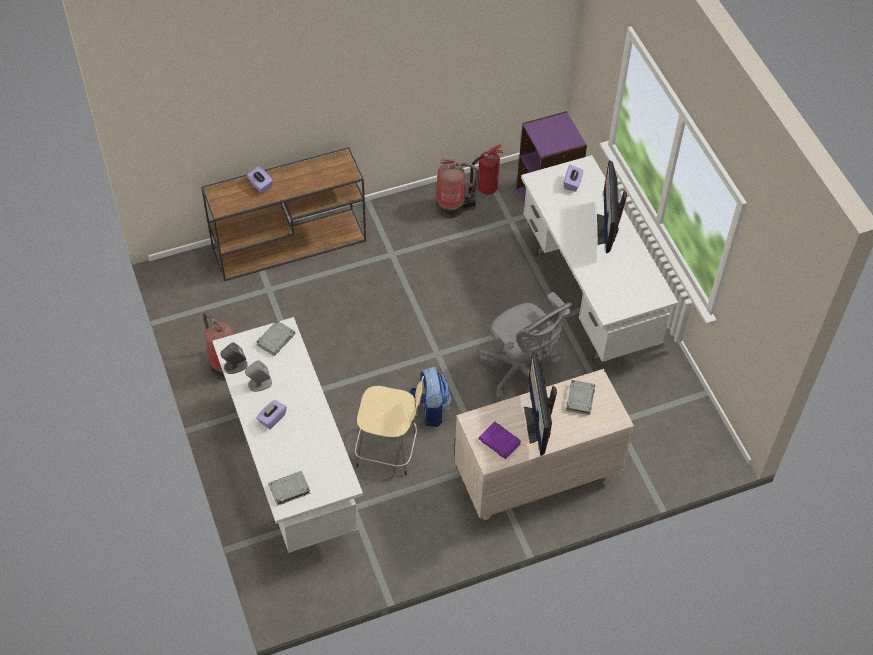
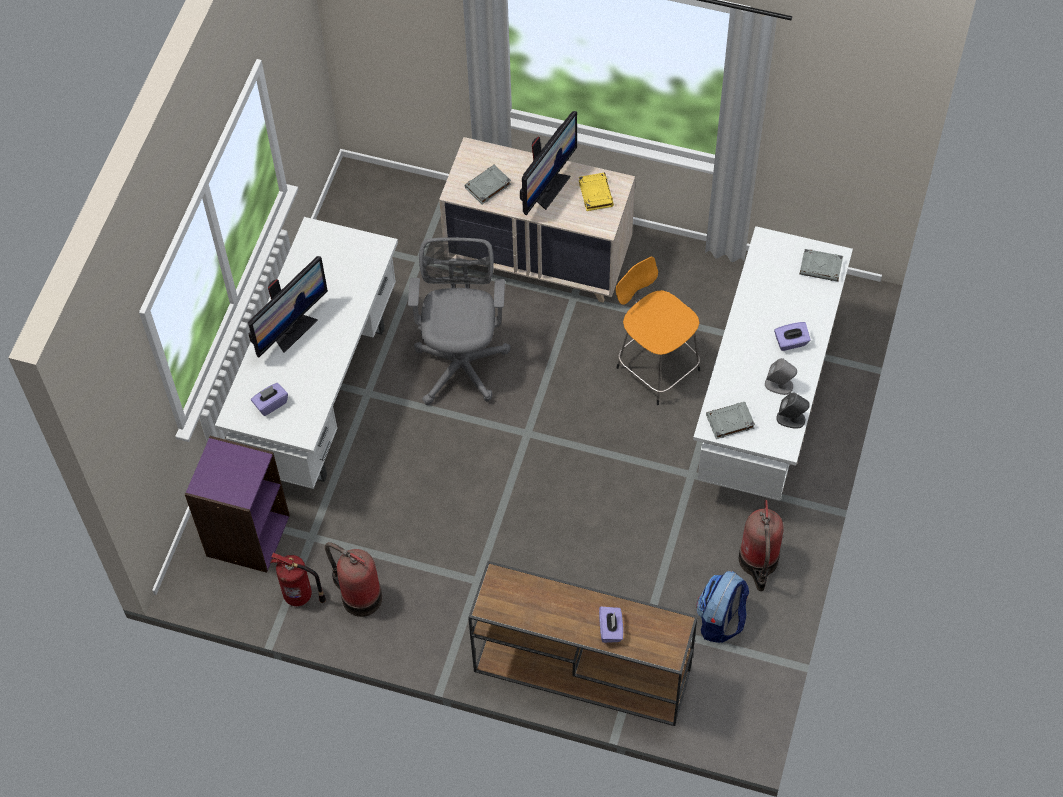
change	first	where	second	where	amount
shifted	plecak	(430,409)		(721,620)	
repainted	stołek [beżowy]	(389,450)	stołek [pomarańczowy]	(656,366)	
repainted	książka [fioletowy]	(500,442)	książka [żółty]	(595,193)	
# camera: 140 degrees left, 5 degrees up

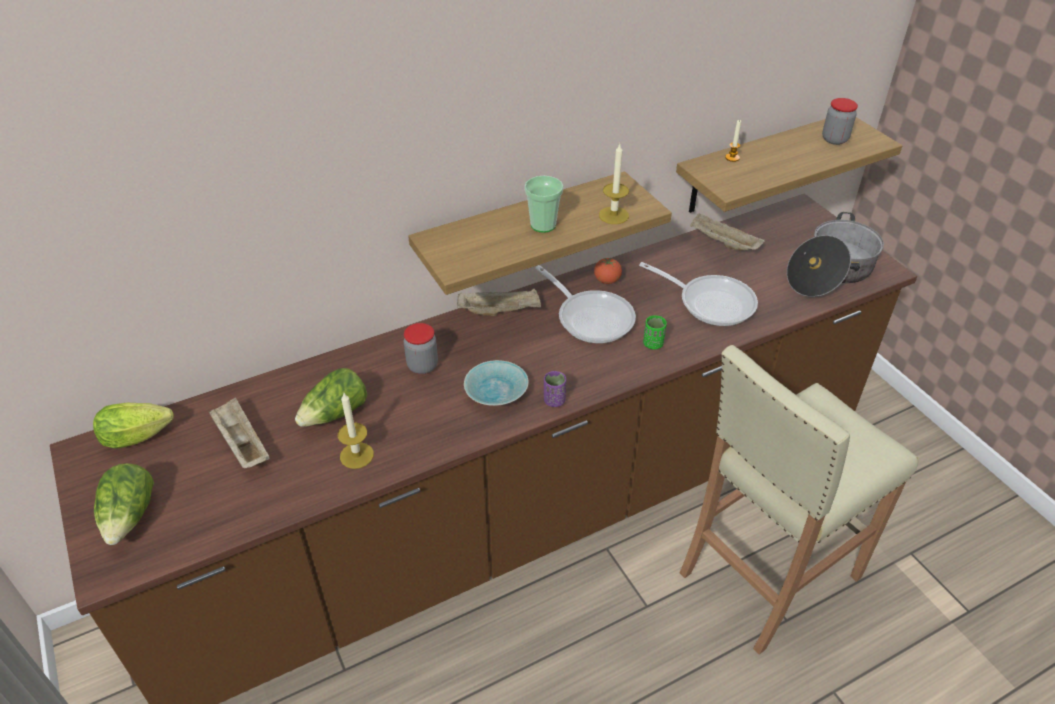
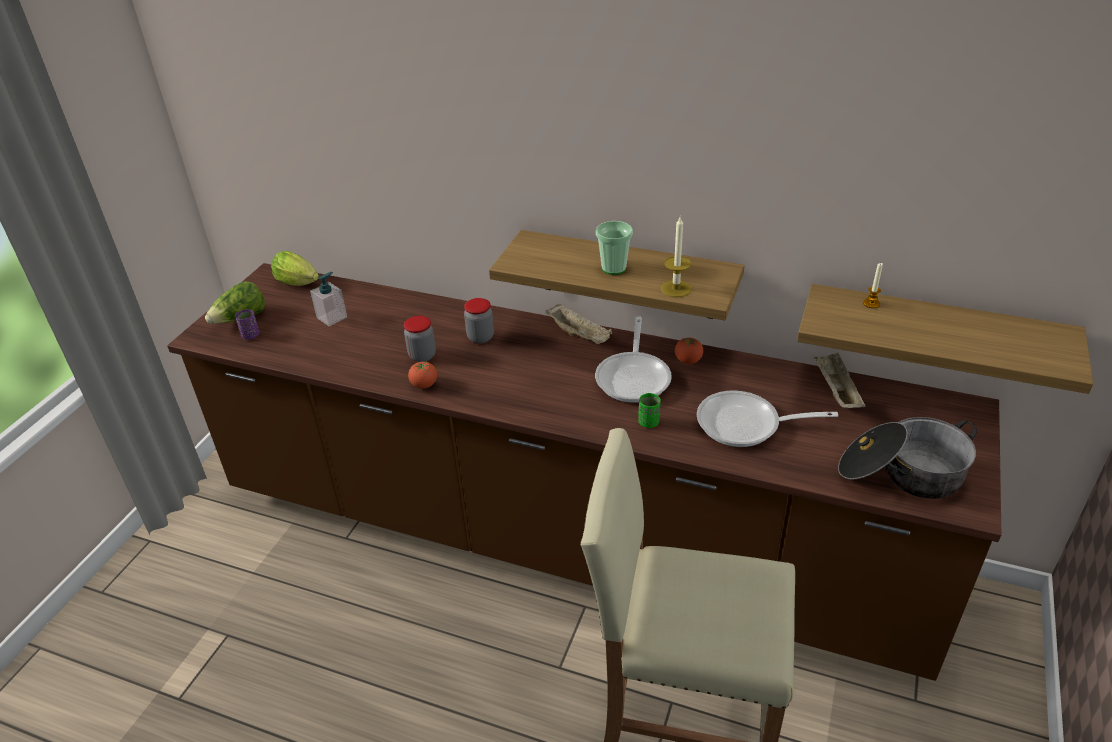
change	first	where	second	where	amount
gone	sałata	(335,414)			
gone	świeca	(356,455)			
gone	miska [turkusowy]	(494,393)			
new			pomidor	(424,385)	
shifted	filiżanka [fioletowy]	(554,400)		(250,335)	
shifted	słoik	(834,139)		(422,356)	
swapped	taca [beżowy]	(242,444)	dozownik mydła	(332,317)	
rotated	patelnia	(710,302)		(746,425)	105 degrees clockwise
# camera: 50 degrees right, 5 degrees down

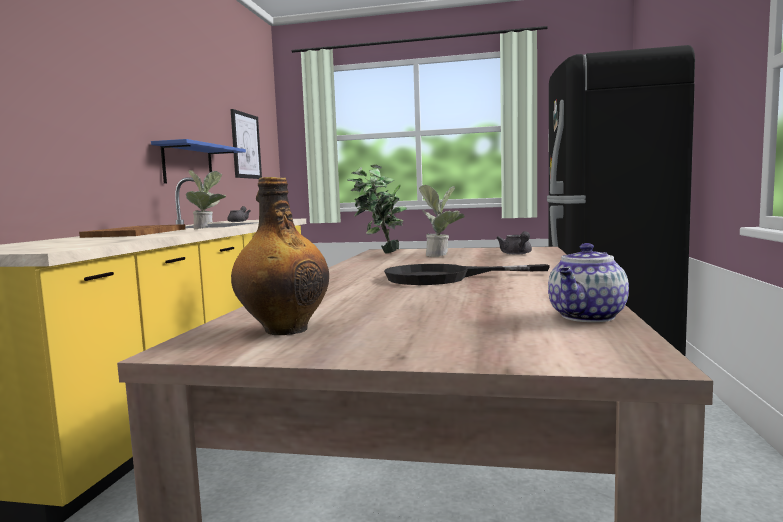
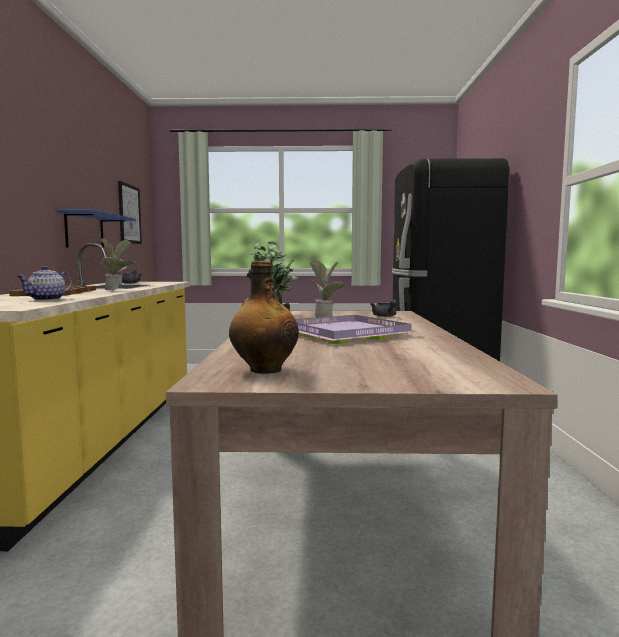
change	first	where	second	where	amount
shifted	imbryk	(587,317)		(46,299)	
swapped	patelnia [czarny]	(443,277)	taca [fioletowy]	(345,334)	
# camera: 10 degrees left, 0 degrees up

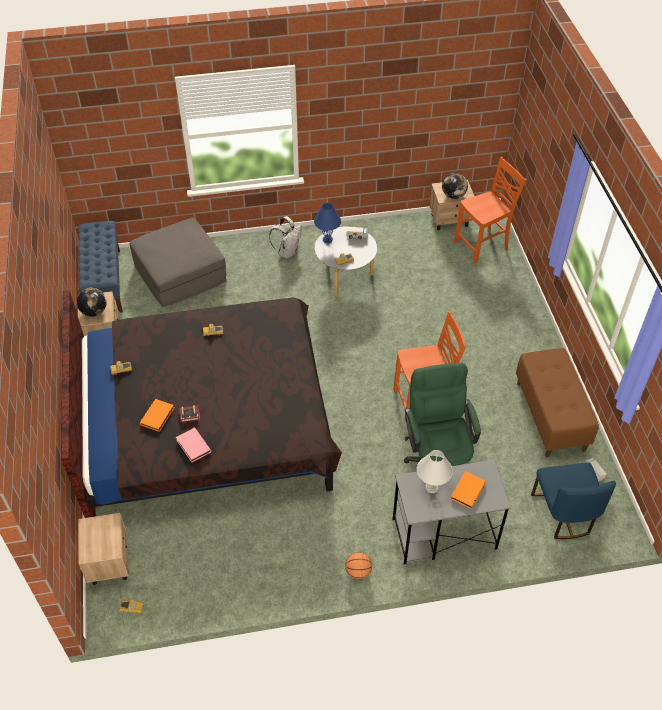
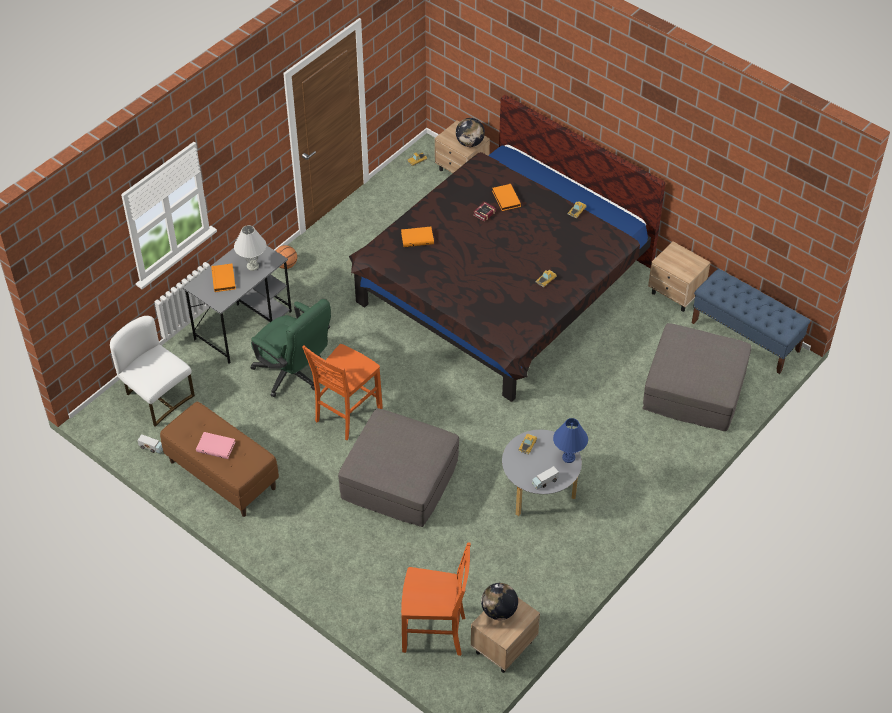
change	first	where	second	where	amount
gone	plecak [biały]	(287,252)			
new			pufa [szary]	(400,479)	
new			książka [pomarańczowy]	(417,238)	
shifted	globus	(94,311)		(470,143)	
shifted	książka [różowy]	(192,446)		(216,446)	
repainted	krzesło [niebieski]	(563,513)	krzesło [biały]	(157,397)	
rotated	krzesło [pomarańczowy]	(482,246)		(435,633)	105 degrees counterclockwise
# camera: 140 degrees right, 0 degrees up

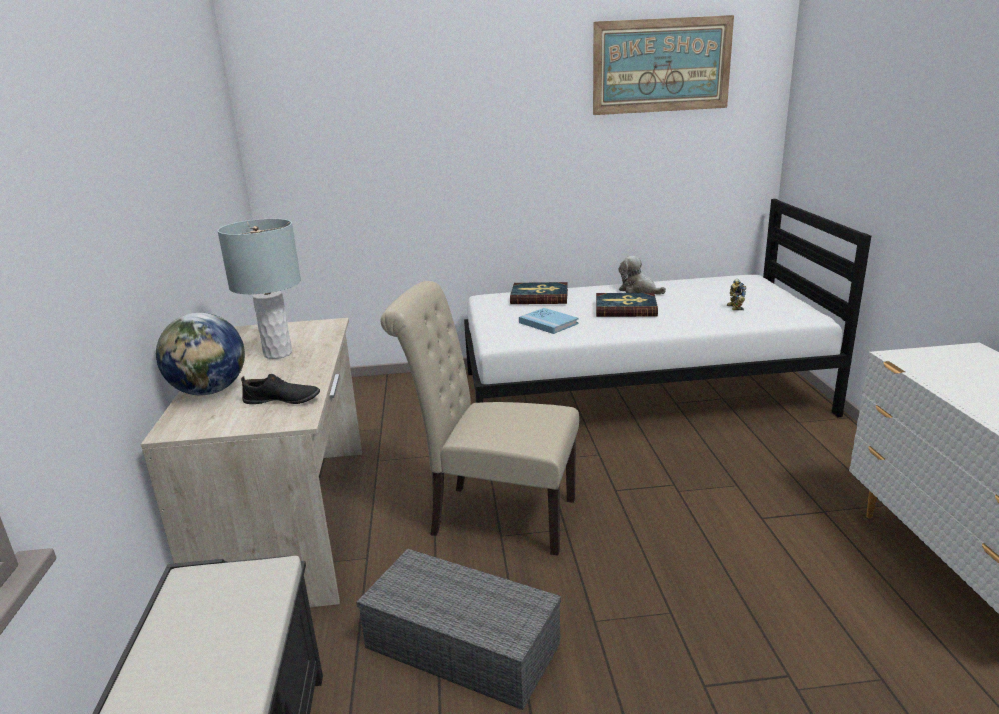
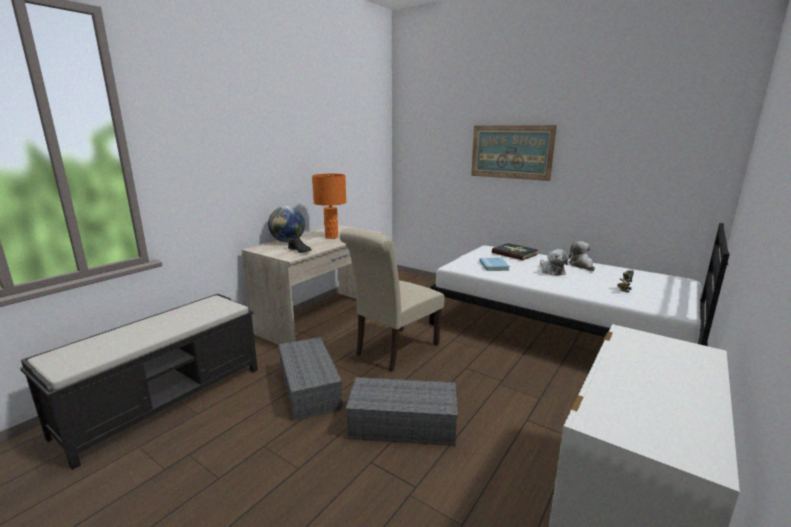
change	first	where	second	where	amount
new			pojemnik do przechowywania [szary]	(401,425)	
shifted	obraz	(661,65)		(511,152)	
swapped	książka	(625,308)	pluszak	(551,271)	
repainted	lampa stołowa [szary]	(278,354)	lampa stołowa [pomarańczowy]	(331,237)	
rotated	krzesło [beżowy]	(494,516)		(393,351)	105 degrees counterclockwise
# camera: 40 degrees right, 5 degrees down

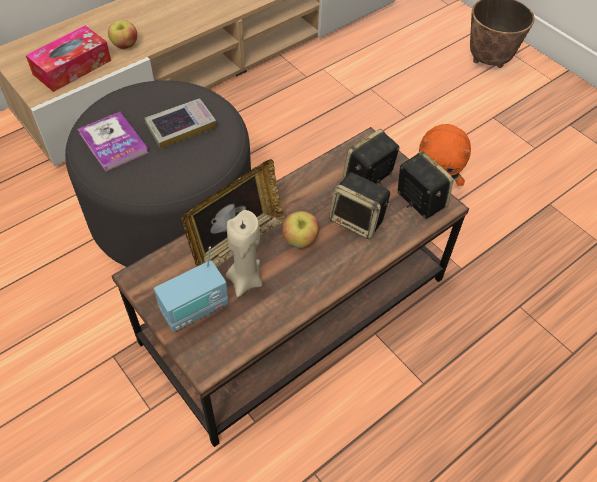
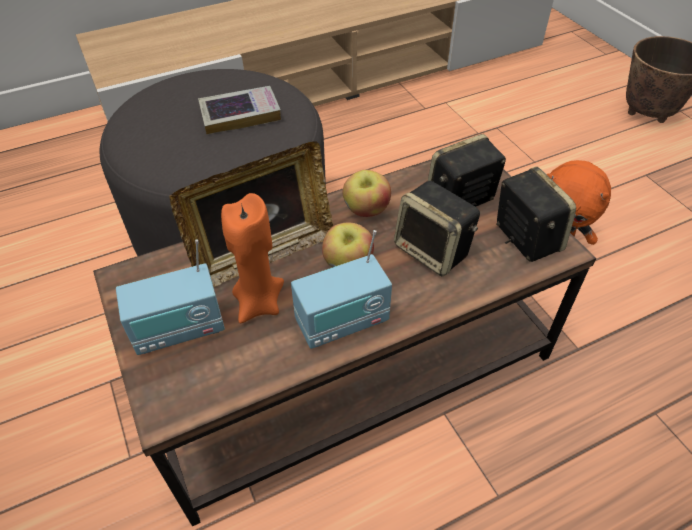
change	first	where	second	where	amount
gone	pudełko chusteczek	(72,67)			
gone	książka	(113,143)			
new			radio	(342,322)	
shifted	jabłko	(125,45)		(366,210)	
repainted	świeca [beżowy]	(245,280)	świeca [pomarańczowy]	(259,303)	
# camera: 15 degrees right, 5 degrees down

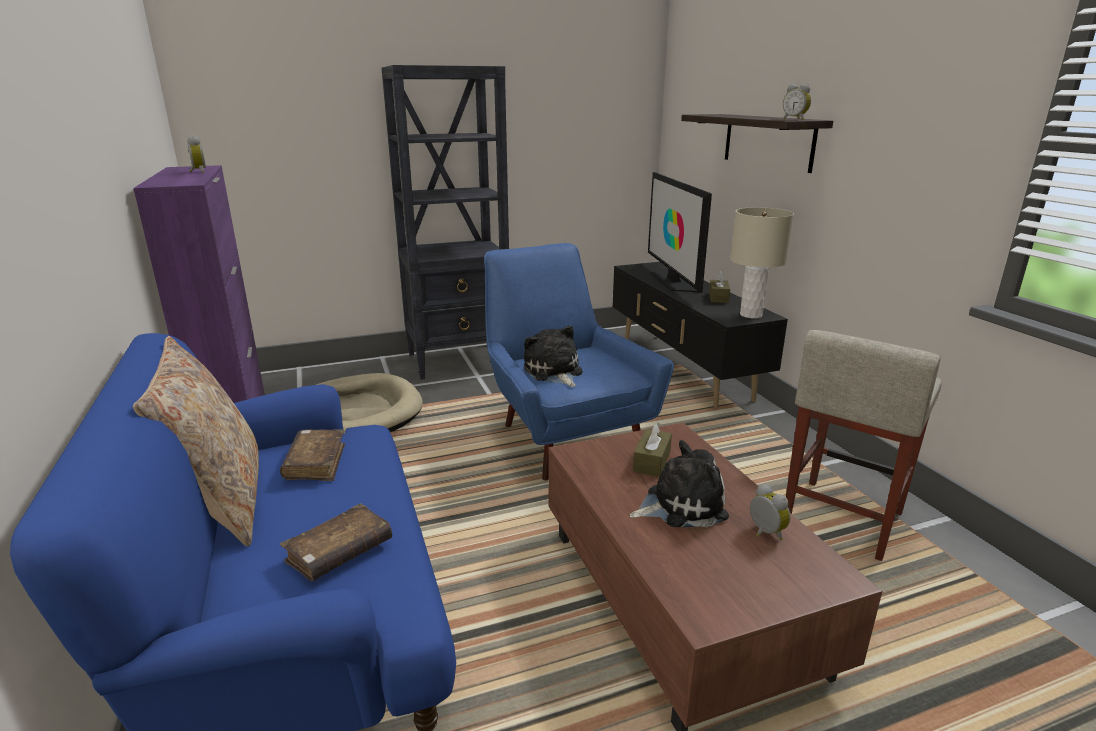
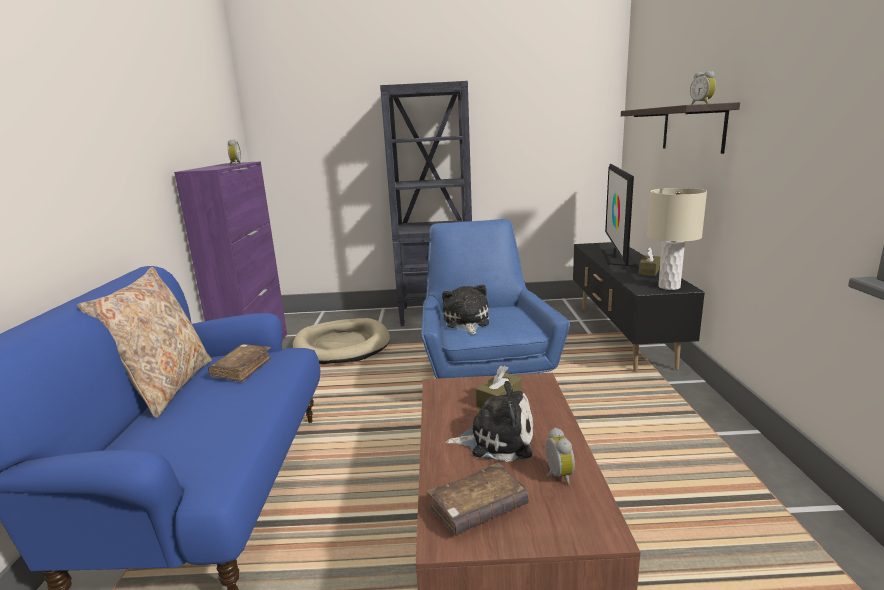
change	first	where	second	where	amount
gone	stołek [beżowy]	(841,519)			
shifted	książka [brązowy]	(339,553)		(478,509)	
# camera: 20 degrees right, 5 degrees down

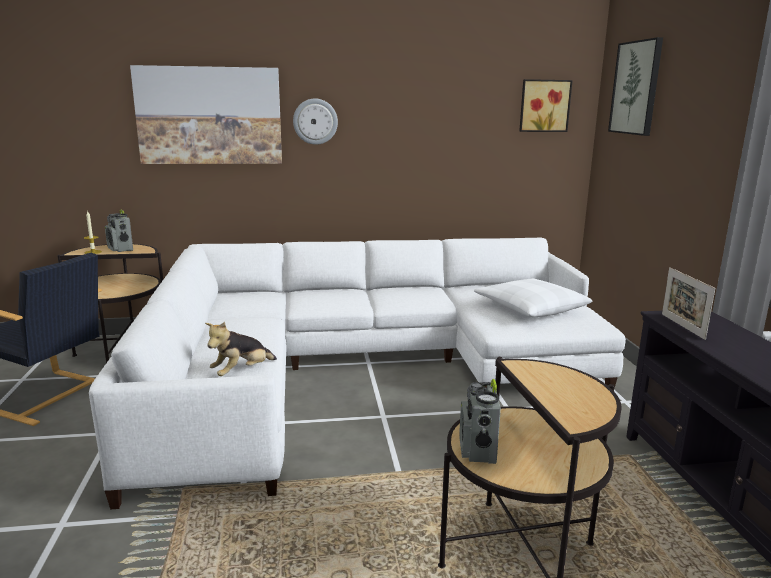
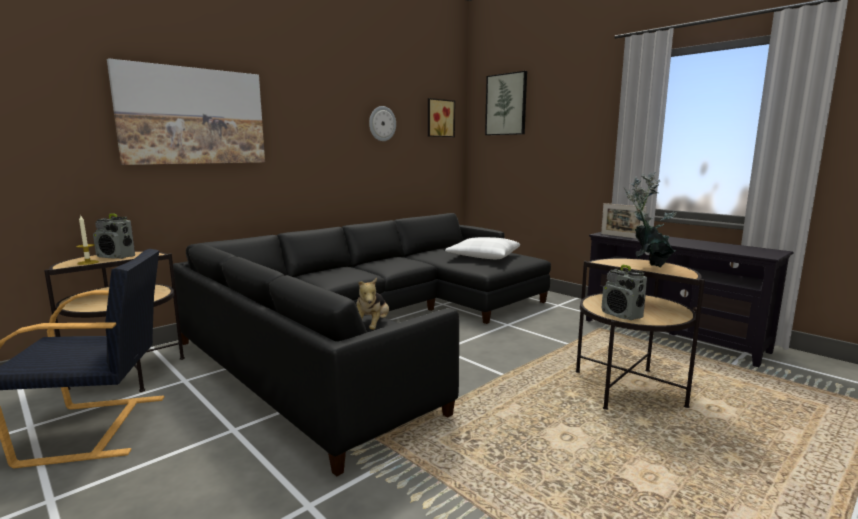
change	first	where	second	where	amount
new			roślina doniczkowa	(648,265)	
shifted	zegar ścienny	(315,121)		(382,123)	
repainted	kanapa [biały]	(360,369)	kanapa [czarny]	(379,328)	
# camera: 35 degrees left, 5 degrees down

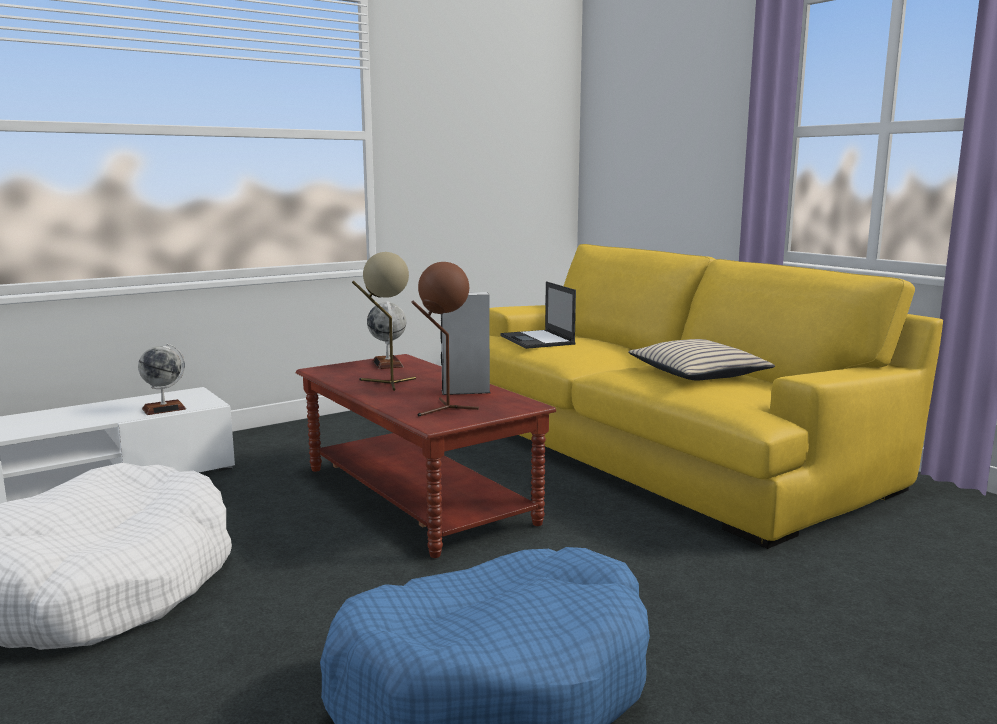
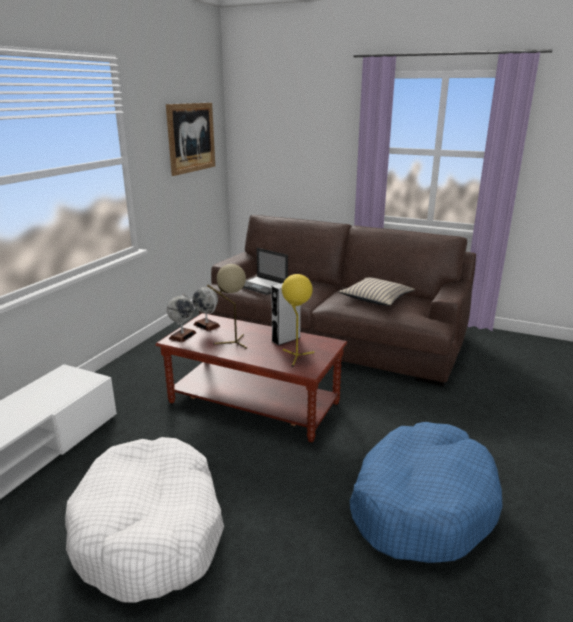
change	first	where	second	where	amount
new			obraz	(191,137)	
shifted	globus	(164,409)		(182,335)	
repainted	lampa stołowa [brązowy]	(444,409)	lampa stołowa [żółty]	(296,357)	
repainted	kanapa [żółty]	(654,446)	kanapa [brązowy]	(333,334)	
# camera: 30 degrees left, 10 degrees up

